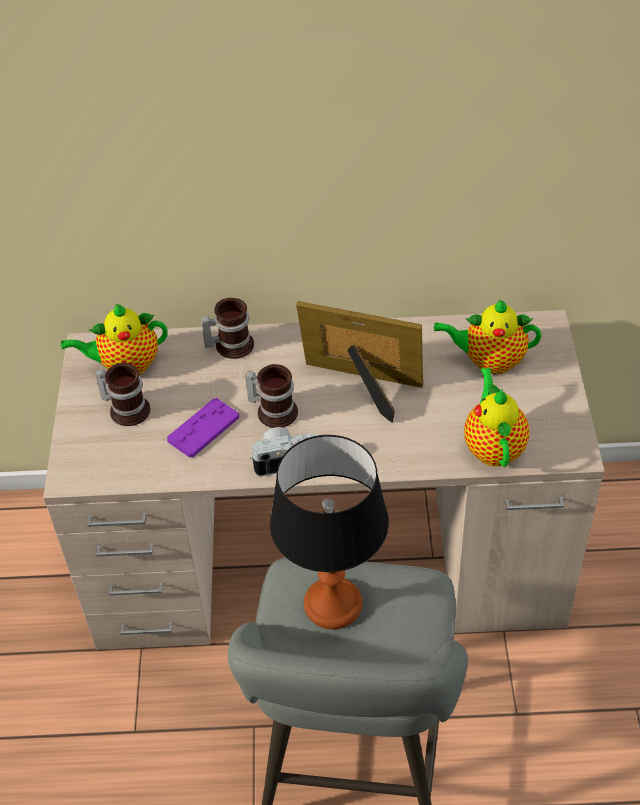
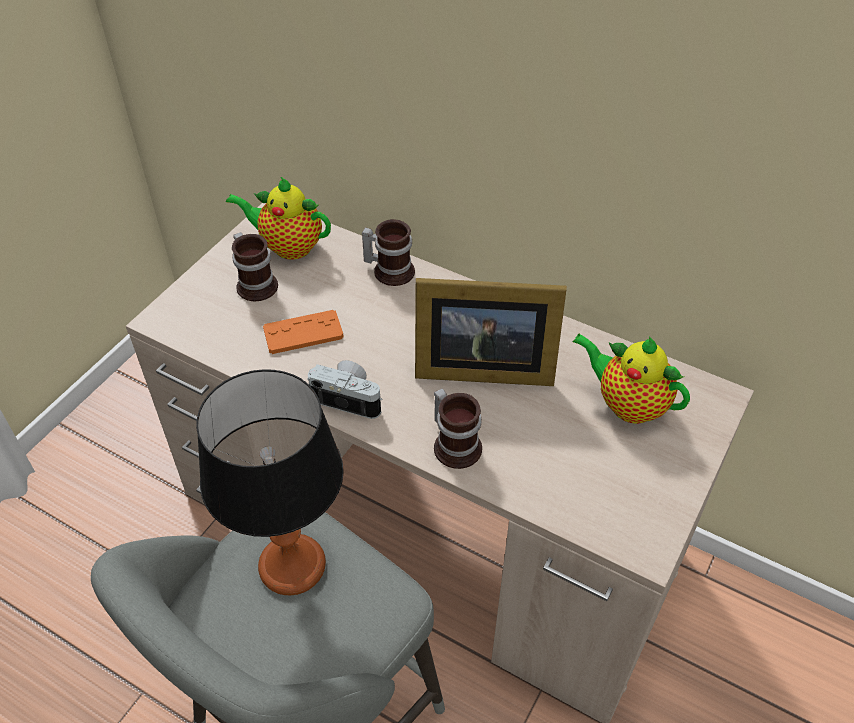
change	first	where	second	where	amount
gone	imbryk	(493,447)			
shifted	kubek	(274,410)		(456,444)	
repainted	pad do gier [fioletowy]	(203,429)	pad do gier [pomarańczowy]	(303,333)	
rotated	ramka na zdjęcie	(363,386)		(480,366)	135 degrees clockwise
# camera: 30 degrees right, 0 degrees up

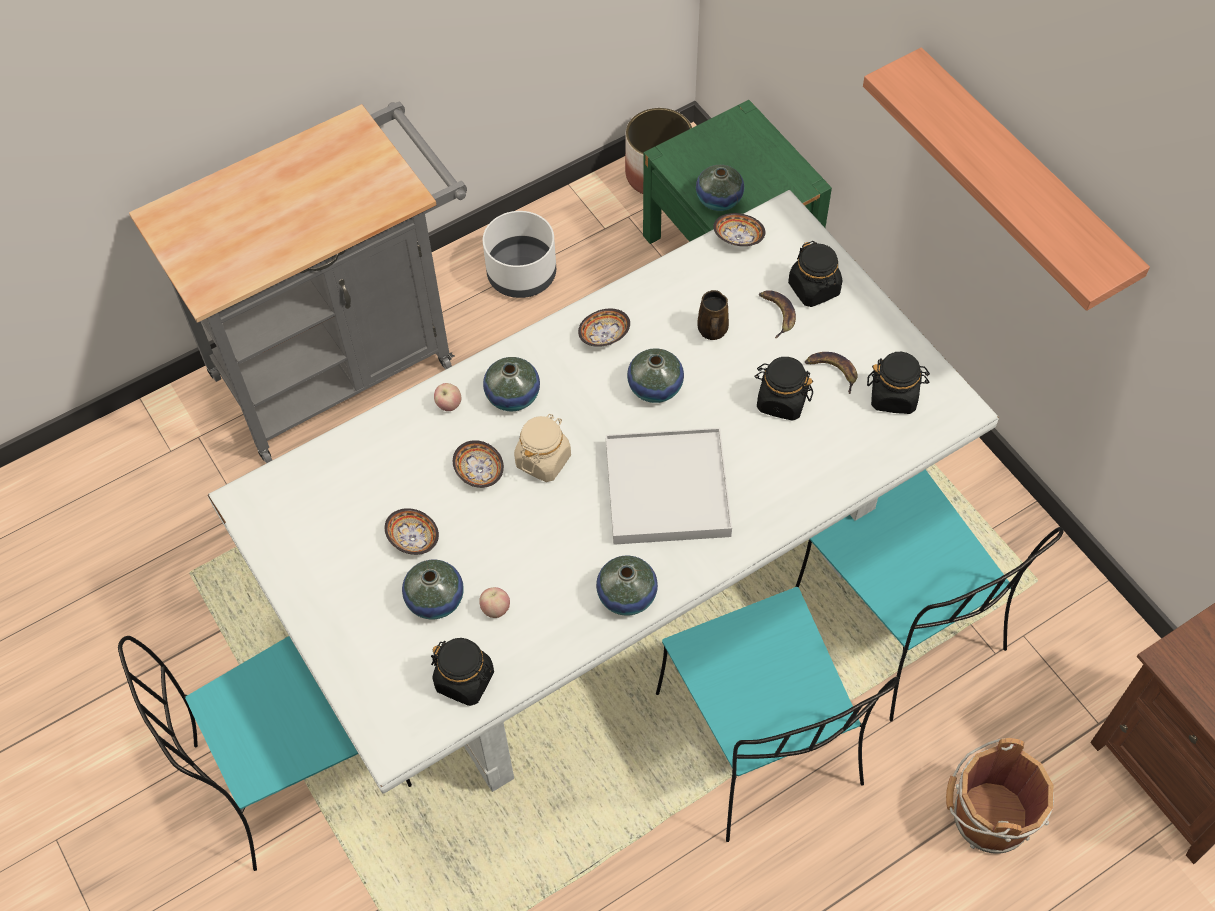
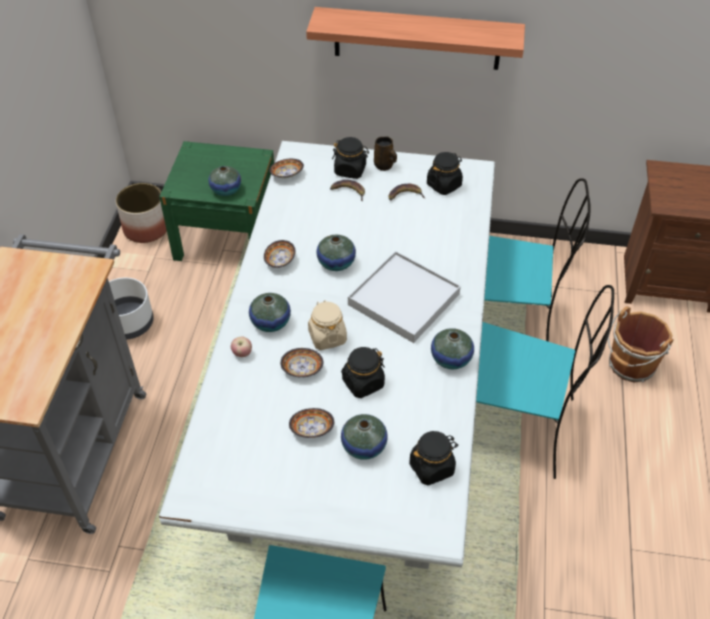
change	first	where	second	where	amount
gone	jabłko	(495,609)			
shifted	kubek [brązowy]	(712,331)		(384,166)	
shifted	słoik [czarny]	(781,401)		(363,383)	
# camera: 50 degrees left, 10 degrees down

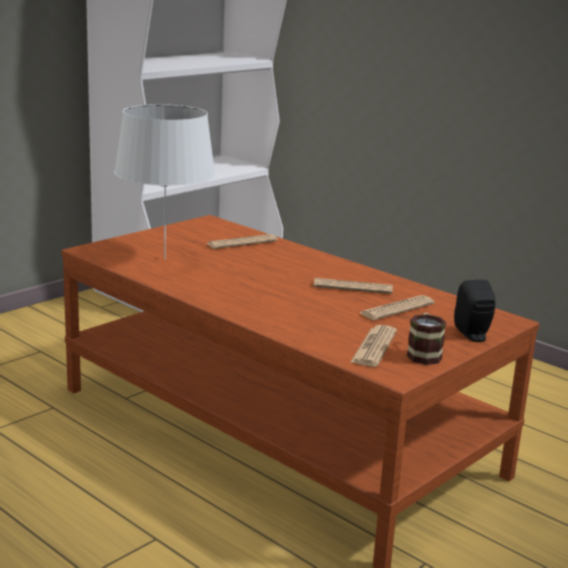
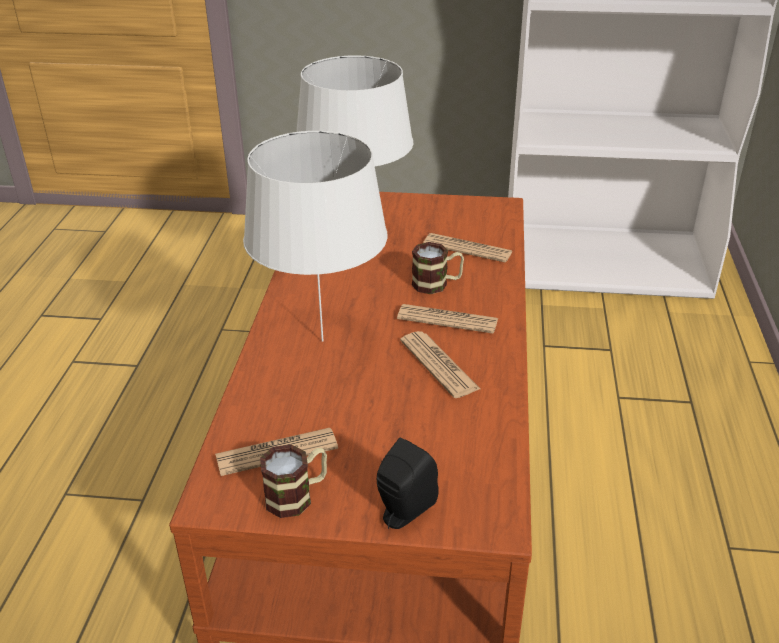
change	first	where	second	where	amount
new			lampa stołowa [biały]	(322,341)	
new			kubek	(437,284)	
shifted	gazeta	(396,309)		(447,320)	
# camera: 55 degrees right, 15 degrees up

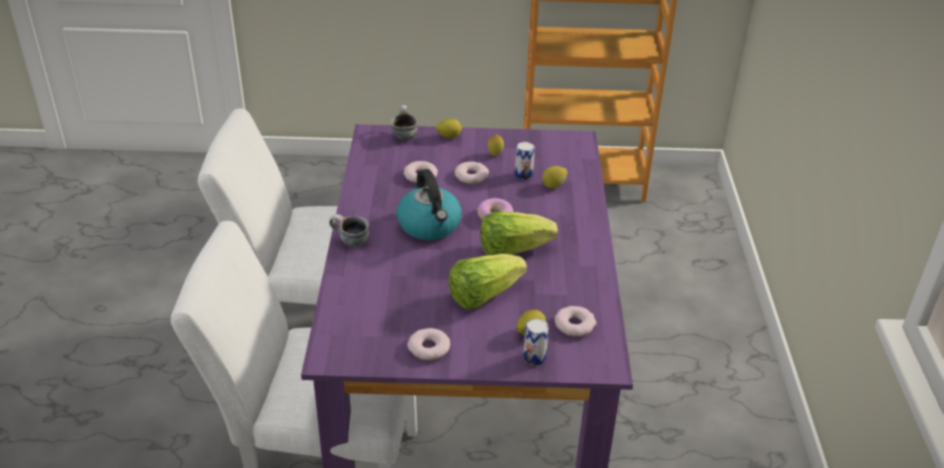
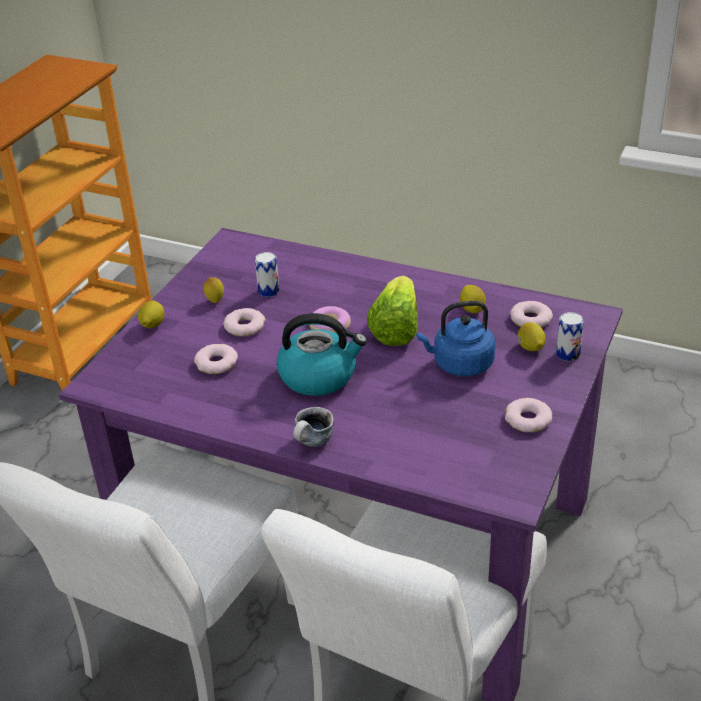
change	first	where	second	where	amount
gone	kubek	(403,135)			
shifted	cytryna	(554,185)		(472,309)	
swapped	sałata	(483,295)	czajnik [niebieski]	(460,364)	
# camera: 65 degrees left, 0 degrees up

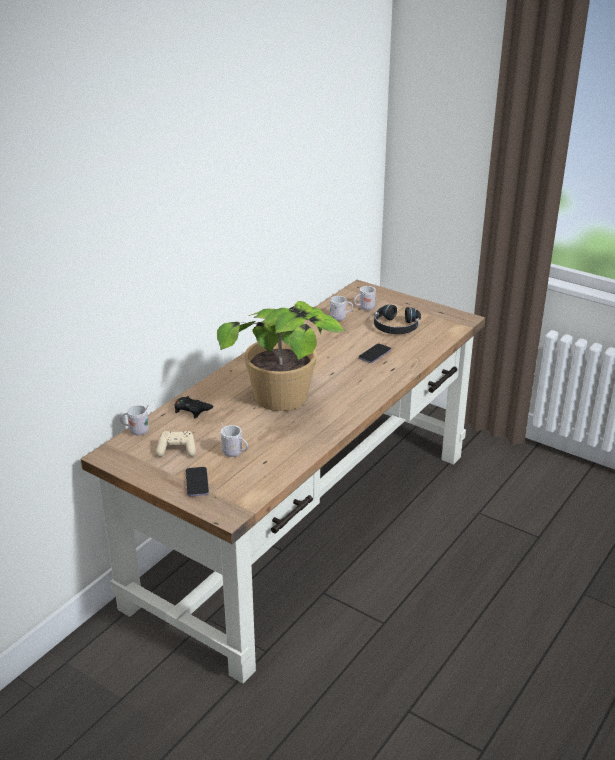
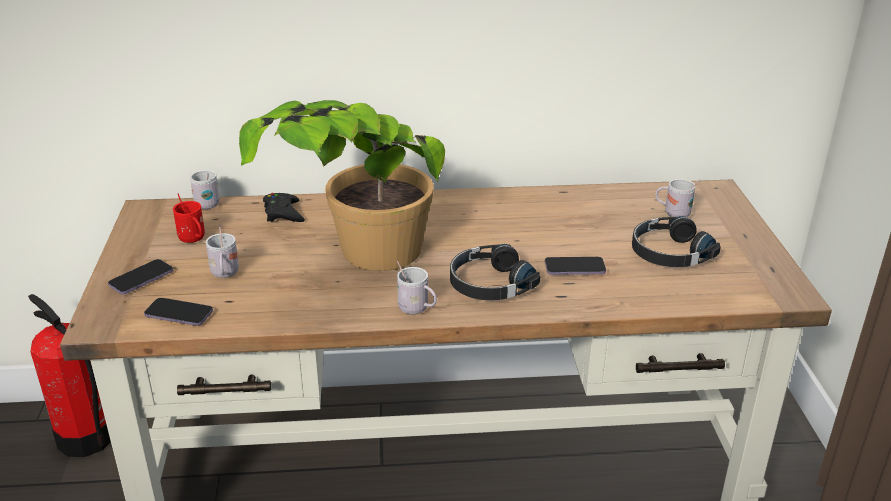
change	first	where	second	where	amount
new			gaśnica	(86,438)	
new			telefon	(179,314)	
new			słuchawki [czarny]	(489,284)	
shifted	kubek [biały]	(340,318)		(417,310)	
swapped	pad do gier [beżowy]	(177,450)	kubek [czerwony]	(194,240)	
# camera: 50 degrees right, 0 degrees up

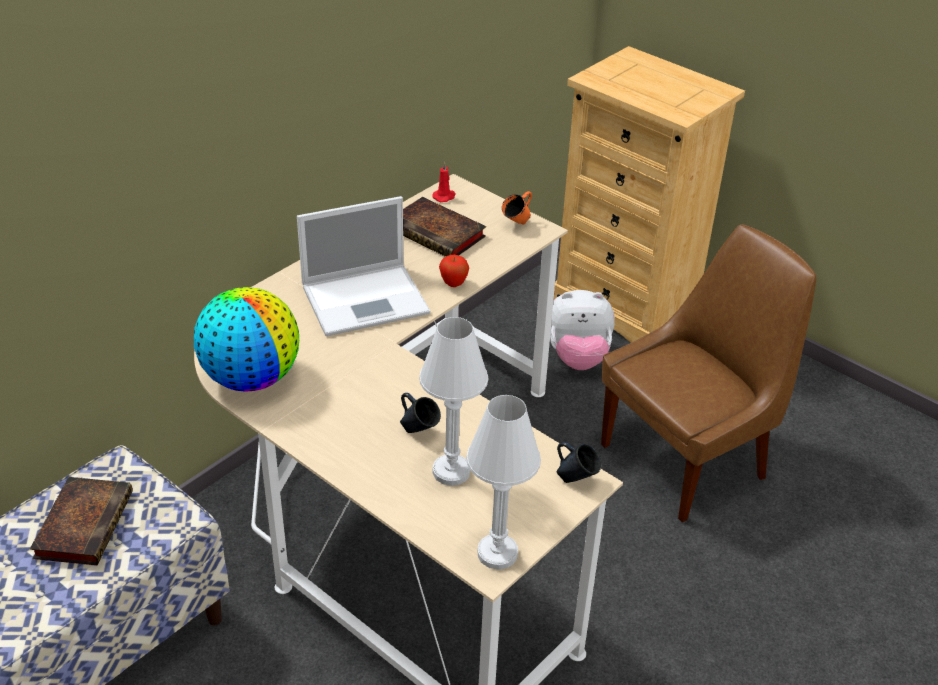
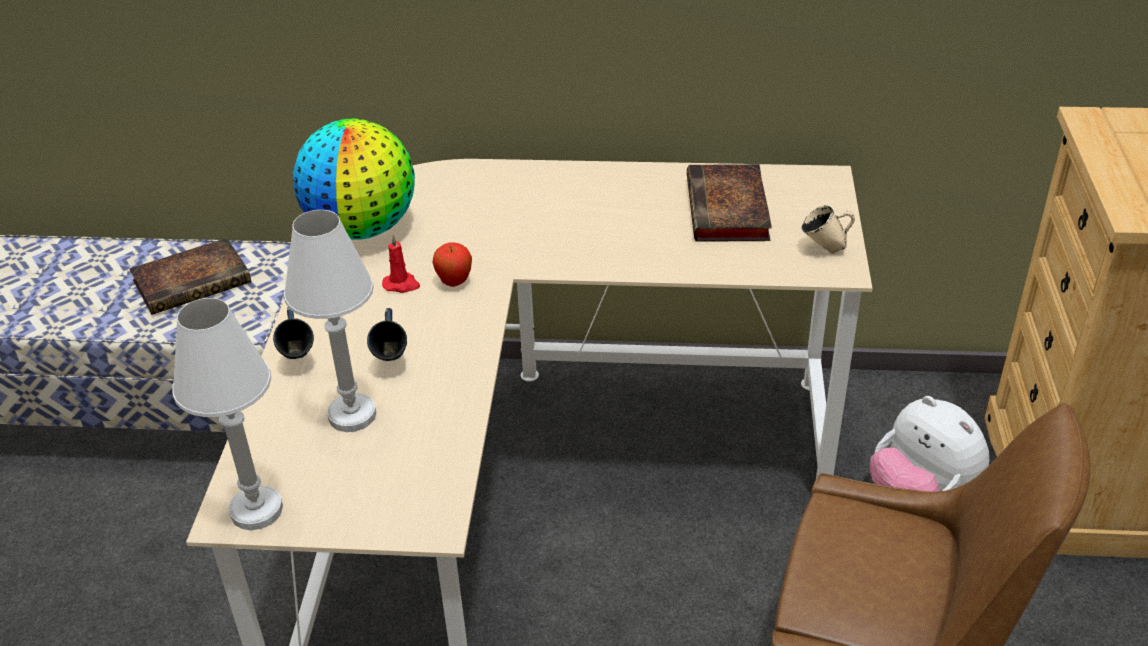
change	first	where	second	where	amount
gone	laptop	(367,299)			
shifted	świeca [czerwony]	(444,197)		(401,285)	
shifted	jabłko	(453,284)		(454,282)	
shifted	kubek [niebieski]	(576,479)		(298,361)	
repainted	kubek [pomarańczowy]	(517,225)	kubek [beżowy]	(824,250)	
# camera: 55 degrees right, 0 degrees up

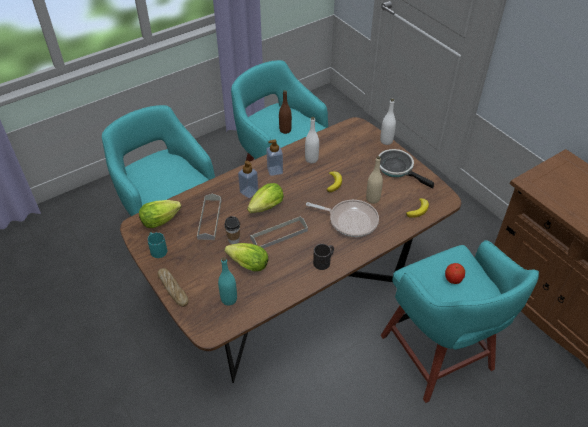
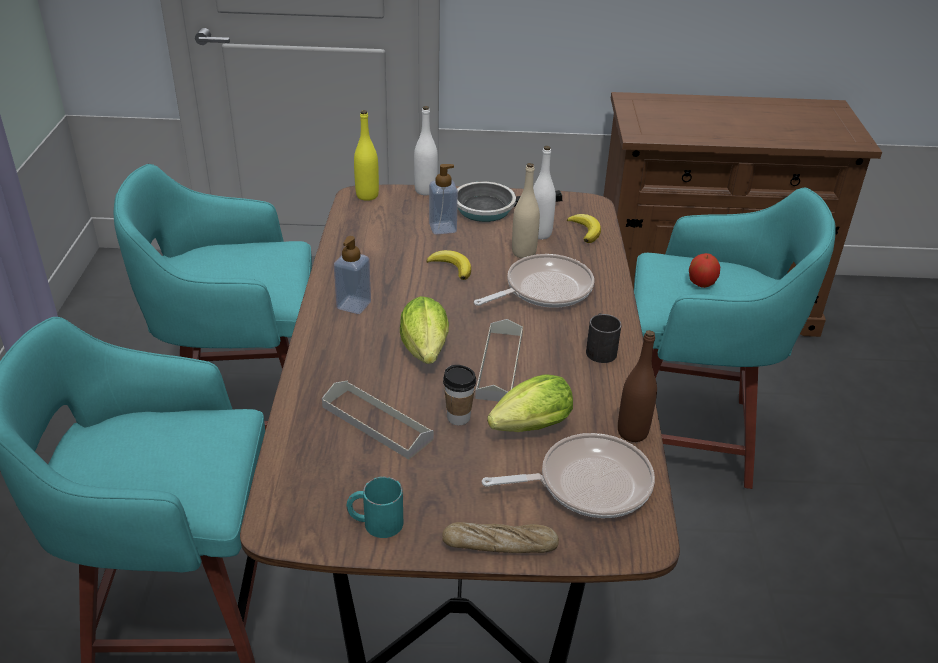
change	first	where	second	where	amount
gone	sałata	(162,220)			
new			butelka [żółty]	(367,195)	
shifted	dozownik mydła	(249,192)		(442,228)	
shifted	butelka [brązowy]	(285,130)		(632,432)	
shifted	butelka [biały]	(311,159)		(540,234)	
swapped	butelka [turkusowy]	(229,299)	patelnia	(587,483)	
# camera: 55 degrees left, 10 degrees down

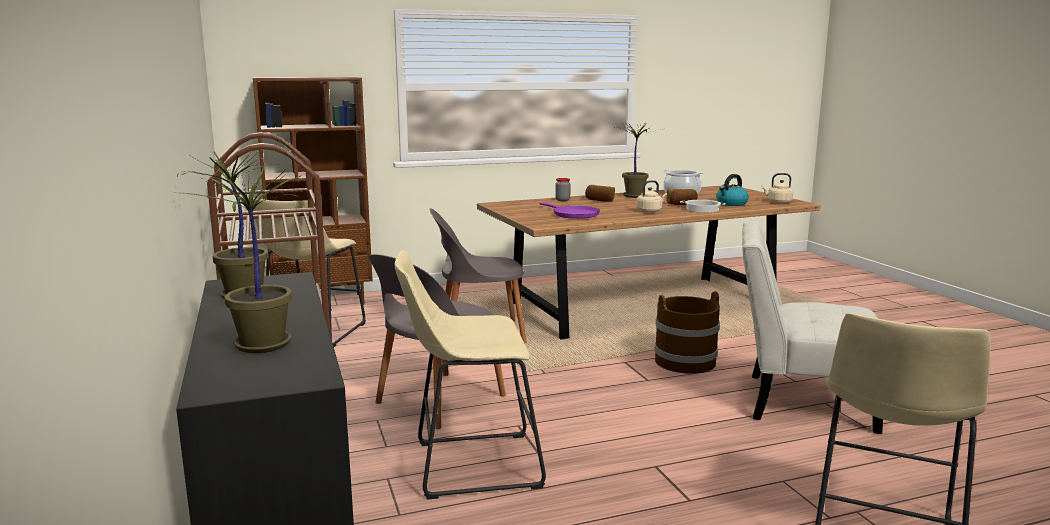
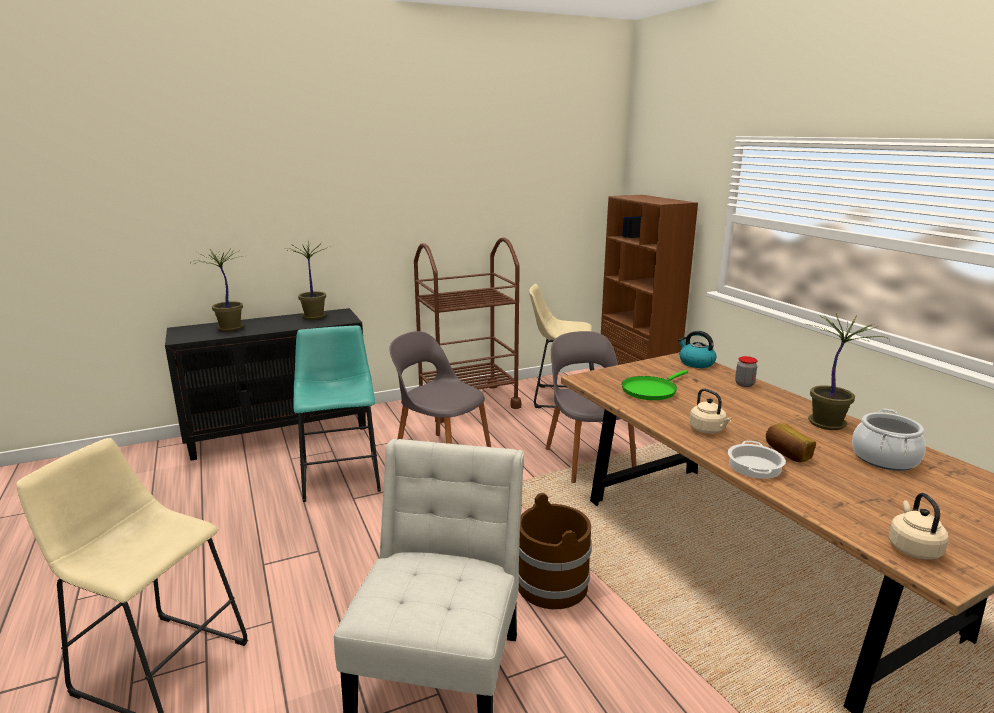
change	first	where	second	where	amount
gone	chleb	(600,200)			
shifted	czajnik	(731,204)		(696,363)	
repainted	stołek [beżowy]	(469,465)	stołek [turkusowy]	(341,474)	
repainted	patelnia [fioletowy]	(573,214)	patelnia [zielony]	(651,390)	
# camera: 85 degrees right, 5 degrees up

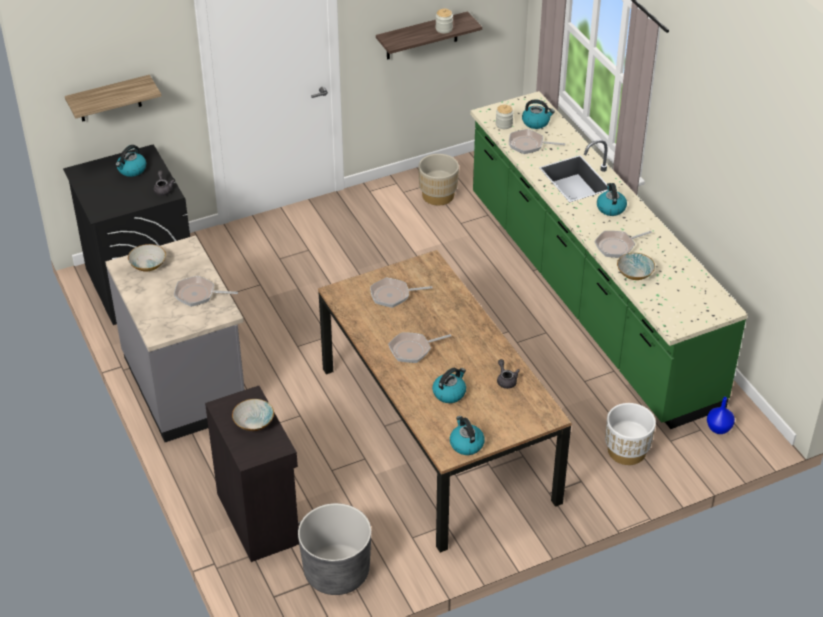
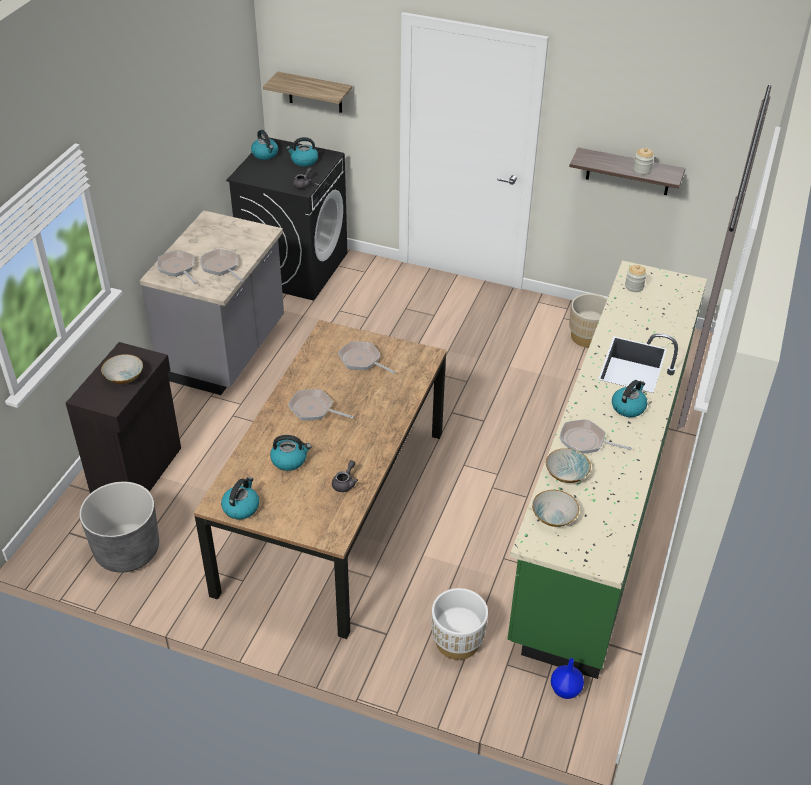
change	first	where	second	where	amount
shifted	miska	(147,265)		(553,516)	
shifted	patelnia	(529,145)		(178,268)	
shifted	czajnik	(536,122)		(265,154)	
# camera: 45 degrees right, 0 degrees up

